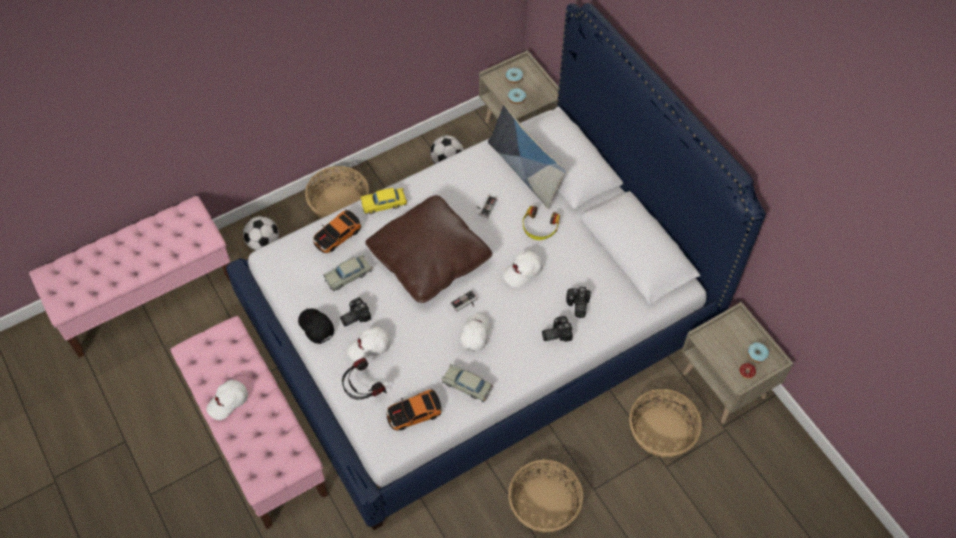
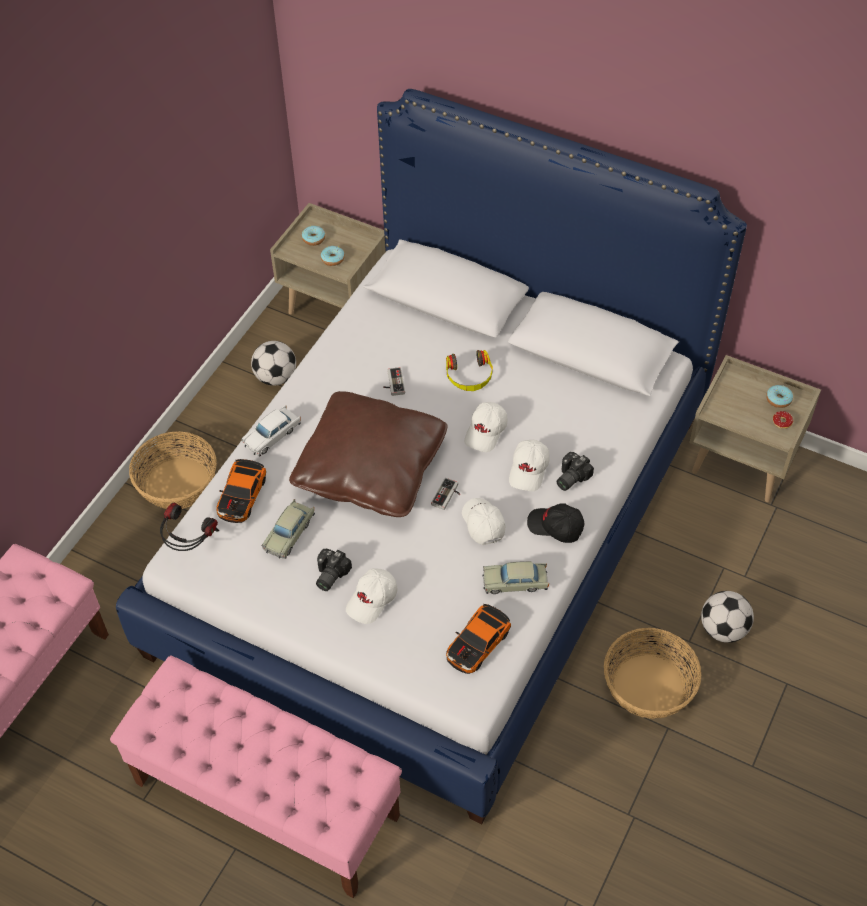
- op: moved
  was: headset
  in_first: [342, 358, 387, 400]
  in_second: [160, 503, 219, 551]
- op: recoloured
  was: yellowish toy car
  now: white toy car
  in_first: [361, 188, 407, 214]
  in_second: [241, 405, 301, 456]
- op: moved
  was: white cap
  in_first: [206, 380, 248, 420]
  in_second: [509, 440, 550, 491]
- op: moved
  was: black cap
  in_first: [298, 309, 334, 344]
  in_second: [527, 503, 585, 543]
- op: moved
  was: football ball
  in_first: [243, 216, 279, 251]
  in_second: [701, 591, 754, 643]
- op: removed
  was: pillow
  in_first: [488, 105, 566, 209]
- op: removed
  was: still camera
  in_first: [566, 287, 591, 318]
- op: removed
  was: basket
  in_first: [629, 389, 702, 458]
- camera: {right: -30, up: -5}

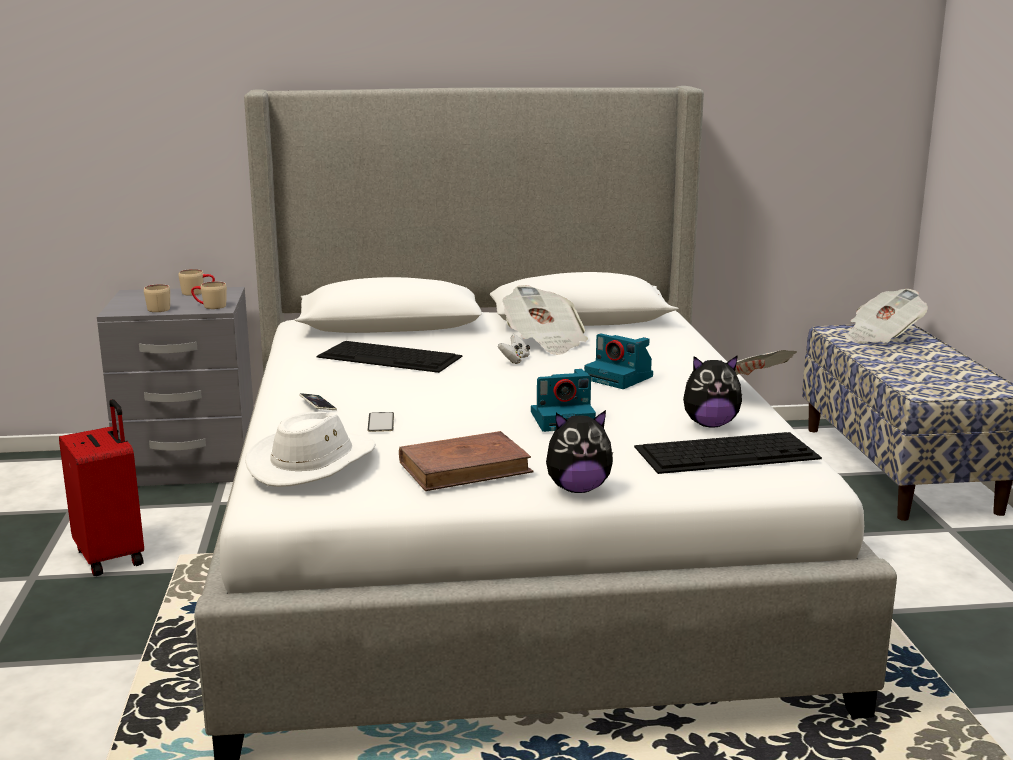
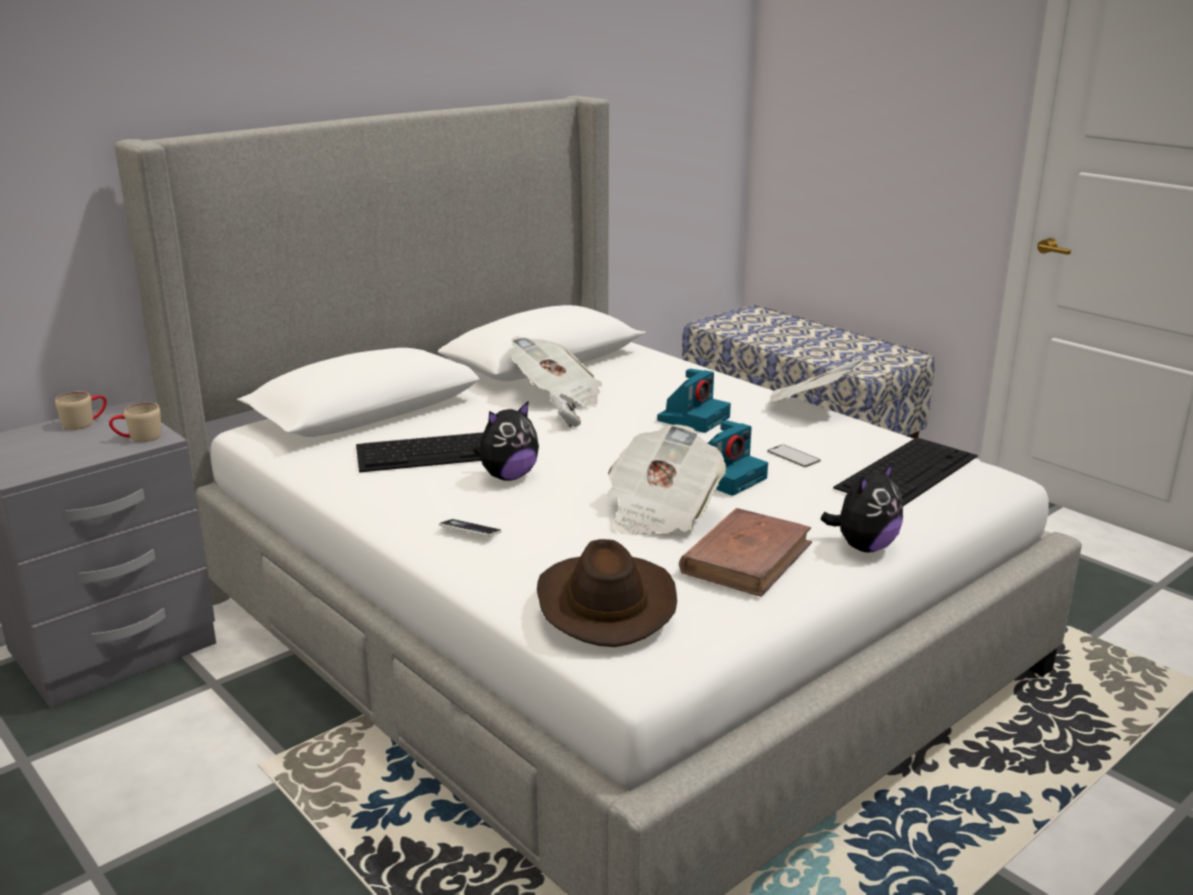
- op: moved
  was: cuddly toy
  in_first: [683, 355, 742, 427]
  in_second: [474, 401, 539, 481]
- op: recoloured
  was: white hat
  now: brown-coloured hat
  in_first: [245, 411, 376, 487]
  in_second: [537, 539, 677, 647]
- op: moved
  was: newspaper
  in_first: [845, 289, 928, 343]
  in_second: [607, 424, 726, 535]
- op: turned
  was: still camera
  in_first: [584, 333, 653, 389]
  in_second: [657, 369, 731, 433]
  clockwise: -60
- op: moved
  was: telephone
  in_first: [368, 412, 394, 432]
  in_second: [767, 445, 821, 467]
- op: removed
  was: red-coloured piece of luggage
  in_first: [59, 399, 144, 576]
- op: removed
  was: beige coffee mug
  in_first: [144, 284, 170, 312]
- camera: {right: -35, up: 5}

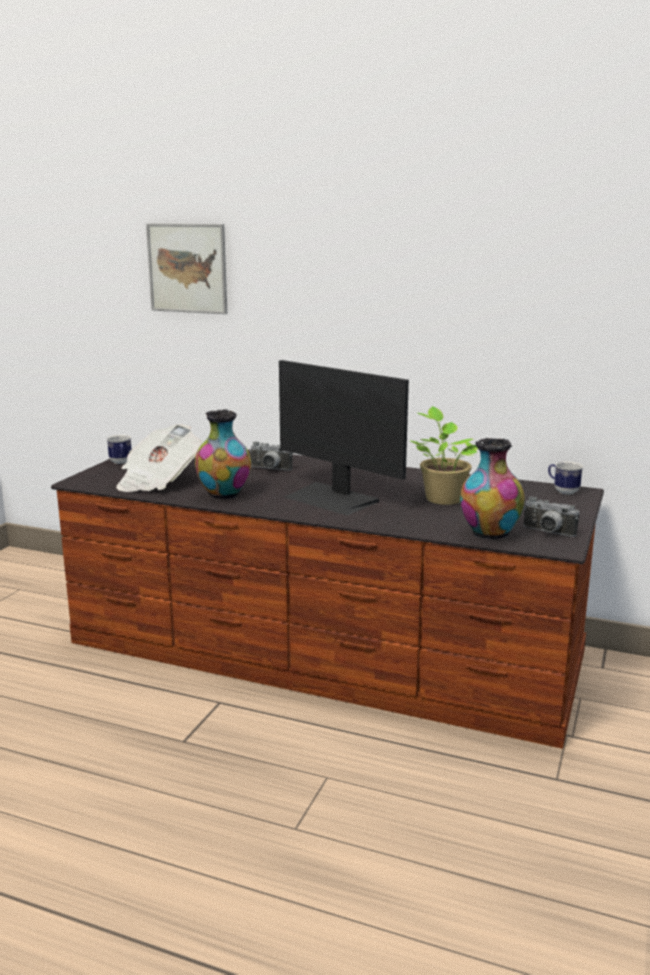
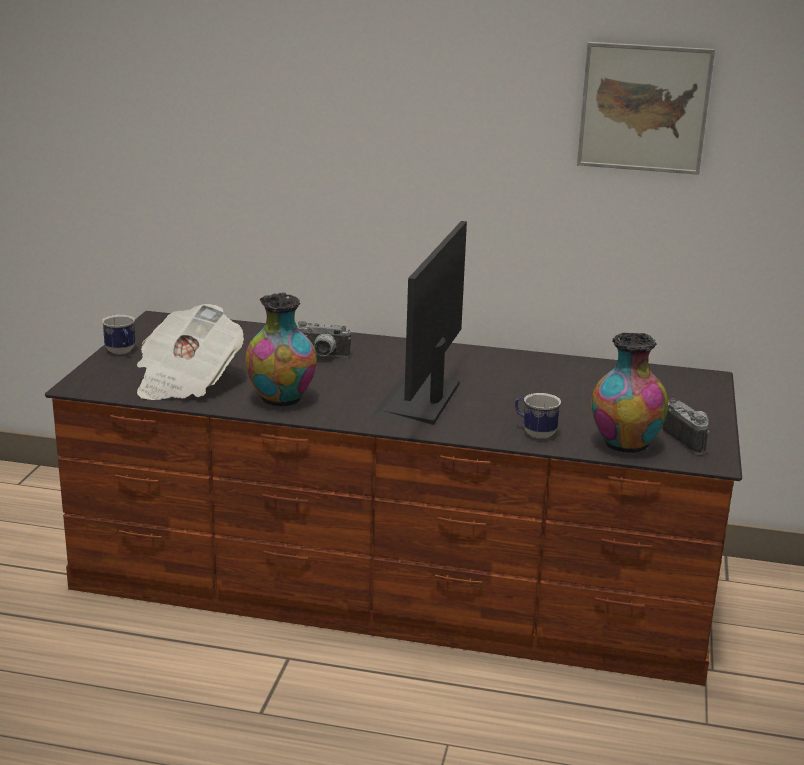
- op: turned
  was: computer screen
  in_first: [279, 360, 409, 515]
  in_second: [372, 221, 467, 425]
  clockwise: 75
- op: moved
  was: coffee mug
  in_first: [548, 461, 583, 494]
  in_second: [515, 393, 561, 439]
- op: moved
  was: wall picture
  in_first: [146, 223, 227, 314]
  in_second: [577, 42, 715, 175]
- op: turned
  was: still camera
  in_first: [523, 497, 579, 537]
  in_second: [662, 399, 710, 455]
  clockwise: -135
- op: removed
  was: plant in a pot
  in_first: [411, 406, 478, 505]
- camera: {right: -10, up: 5}

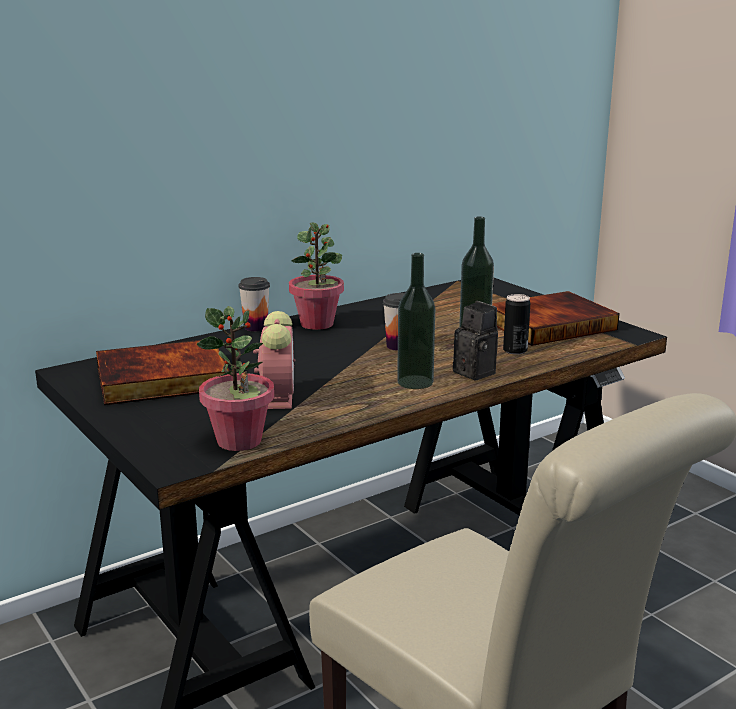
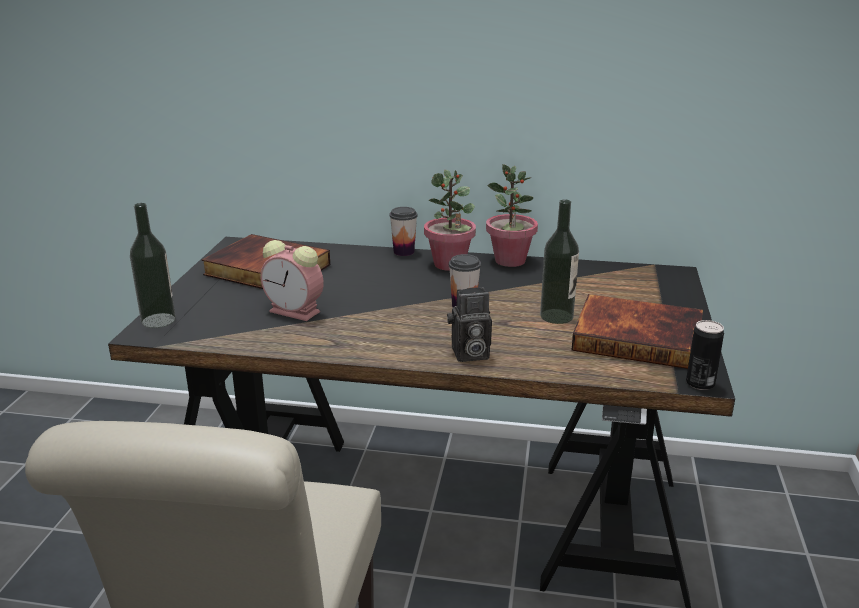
- op: moved
  was: bottle
  in_first: [397, 253, 435, 389]
  in_second: [130, 203, 176, 328]
- op: turned
  was: alarm clock
  in_first: [253, 311, 295, 409]
  in_second: [261, 240, 324, 321]
  clockwise: 75
- op: turned
  was: still camera
  in_first: [453, 301, 498, 381]
  in_second: [447, 287, 492, 362]
  clockwise: 75
- op: moved
  was: plant in a pot
  in_first: [197, 306, 274, 451]
  in_second: [486, 164, 538, 267]
- op: moved
  was: sealed can
  in_first: [503, 294, 530, 355]
  in_second: [686, 320, 724, 390]
- camera: {right: 45, up: 5}

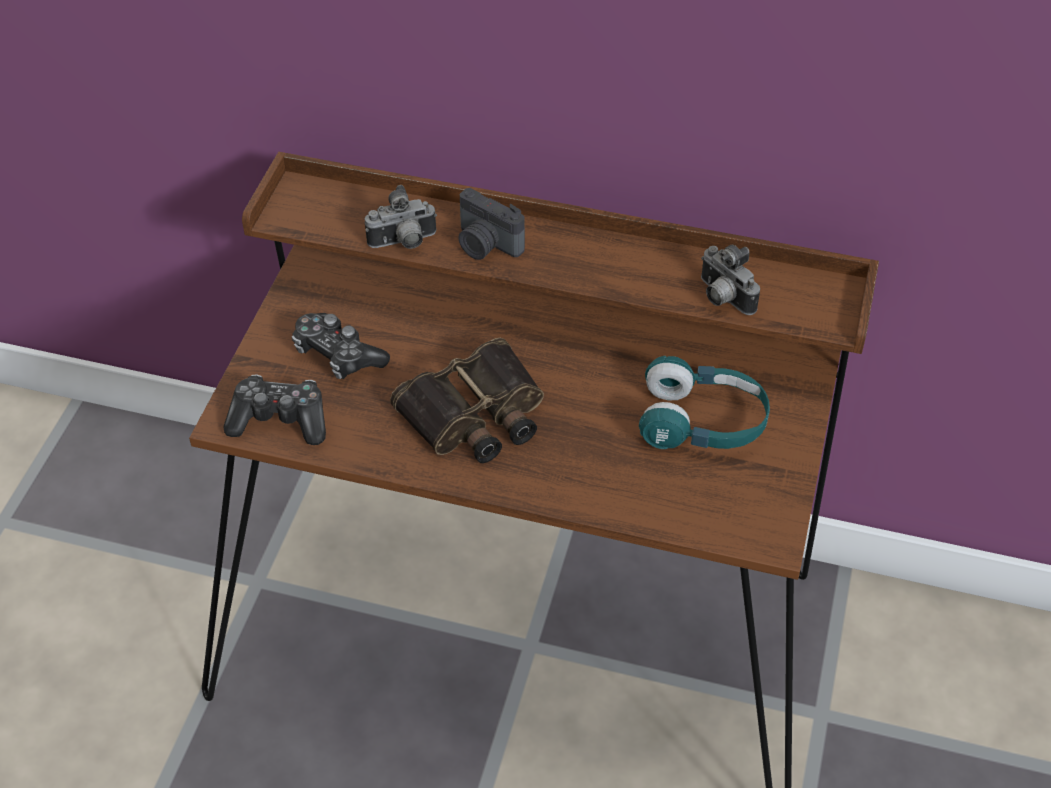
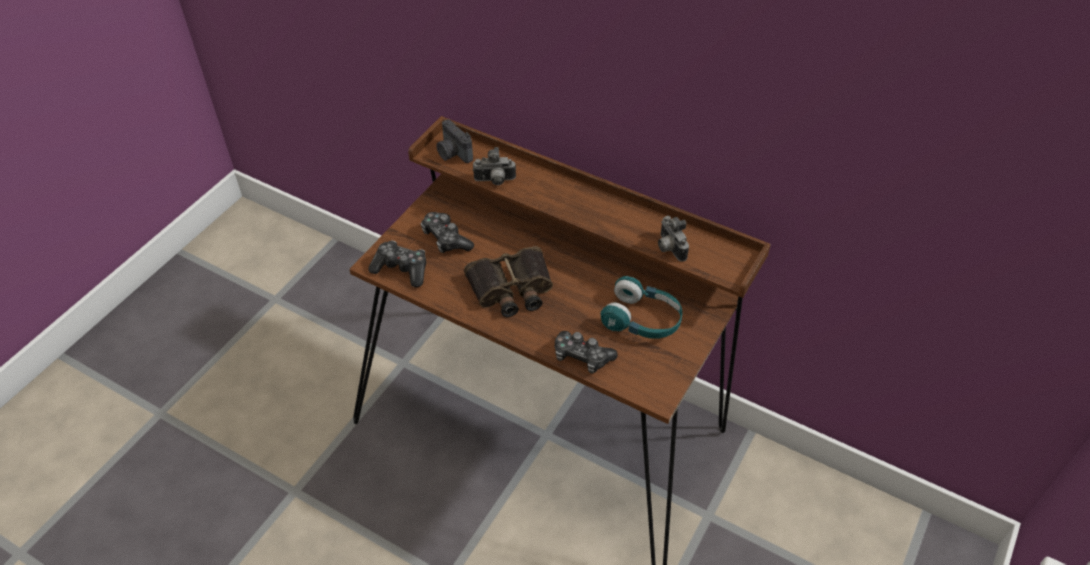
- op: moved
  was: still camera
  in_first: [458, 188, 525, 260]
  in_second: [436, 119, 473, 163]
- op: added
  now: game controller
  in_second: [555, 331, 618, 373]
- camera: {right: 15, up: 0}

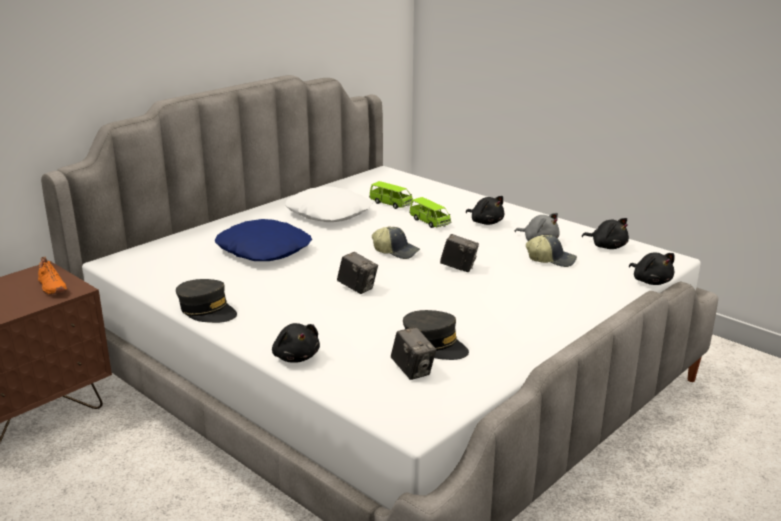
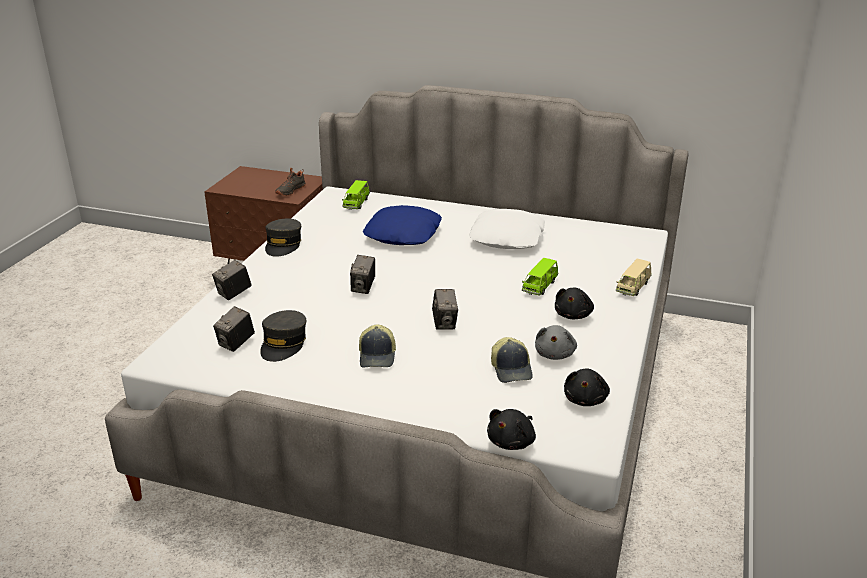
- op: replaced
  was: black cuddly toy
  now: still camera
  in_first: [272, 323, 320, 363]
  in_second: [212, 260, 252, 300]
- op: recoloured
  was: orangey low shoe
  now: black low shoe
  in_first: [38, 256, 67, 295]
  in_second: [275, 168, 306, 196]
- op: moved
  was: green toy car
  in_first: [369, 181, 414, 209]
  in_second: [342, 180, 370, 210]
- op: moved
  was: cap
  in_first: [372, 226, 420, 259]
  in_second: [359, 324, 396, 368]
- op: added
  now: beige toy car
  in_second: [616, 259, 652, 296]
- camera: {right: 65, up: 5}

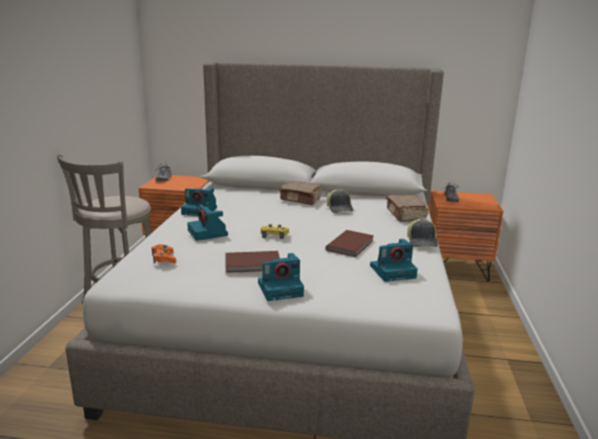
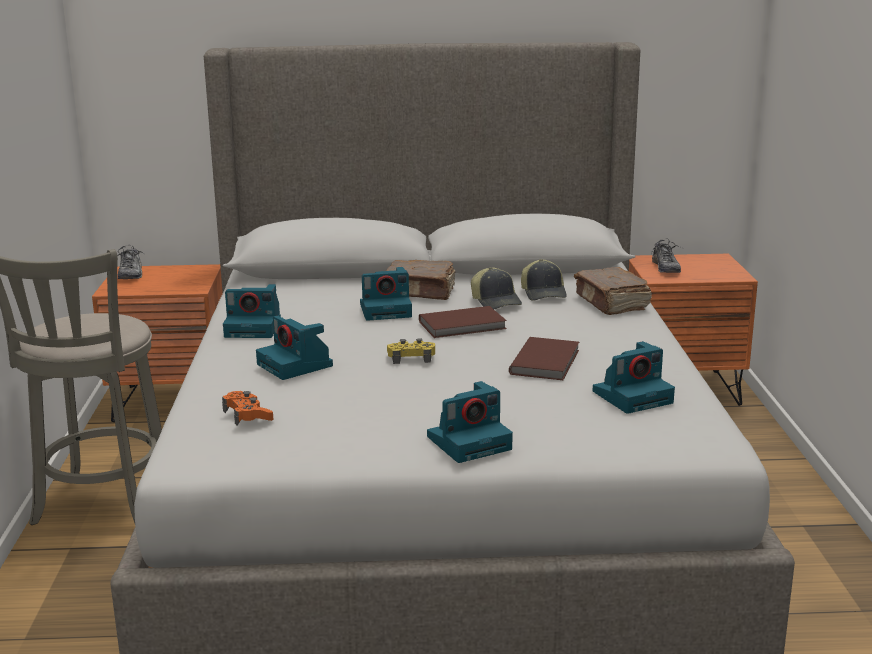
- op: added
  now: still camera
  in_second: [360, 267, 412, 321]
- op: moved
  was: brown-coloured bound book
  in_first: [225, 251, 280, 273]
  in_second: [419, 306, 507, 338]
- op: moved
  was: cap
  in_first: [407, 218, 438, 247]
  in_second: [521, 259, 567, 301]
- camera: {right: -10, up: 0}

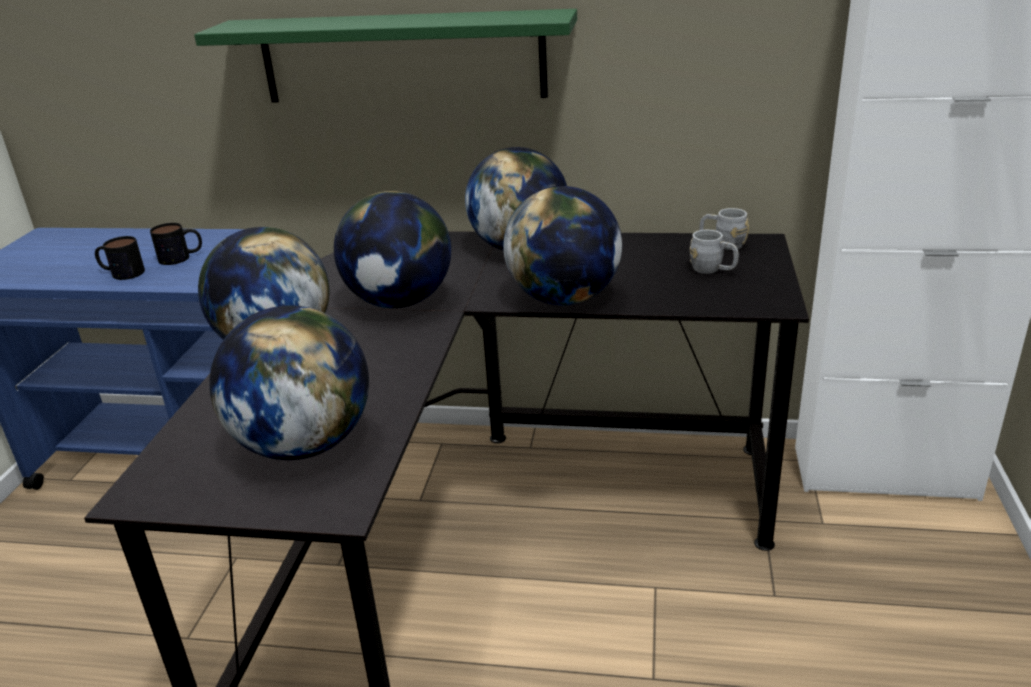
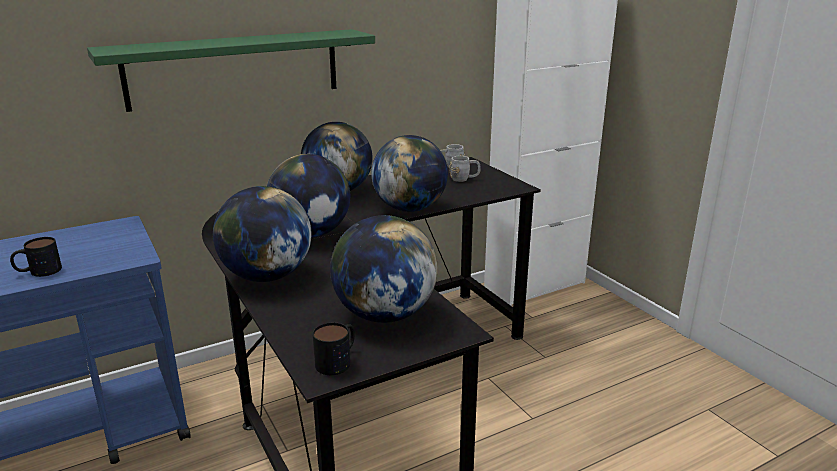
- op: moved
  was: coffee mug
  in_first: [150, 223, 202, 265]
  in_second: [313, 322, 355, 375]
- camera: {right: -40, up: -5}

